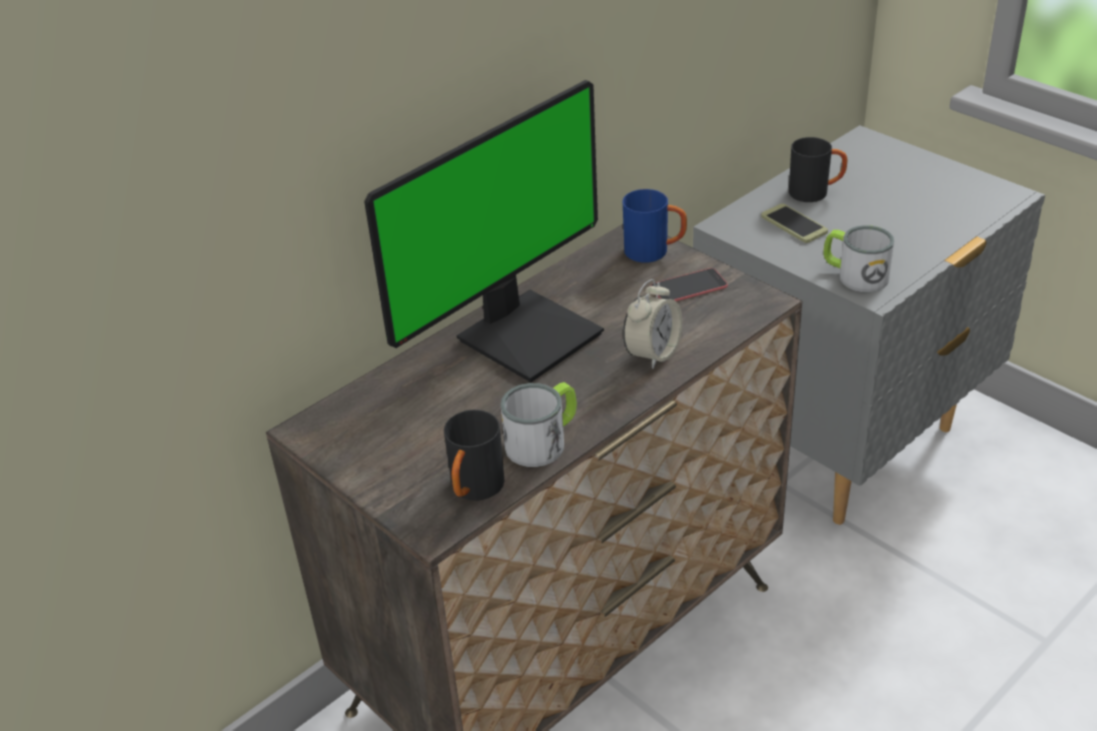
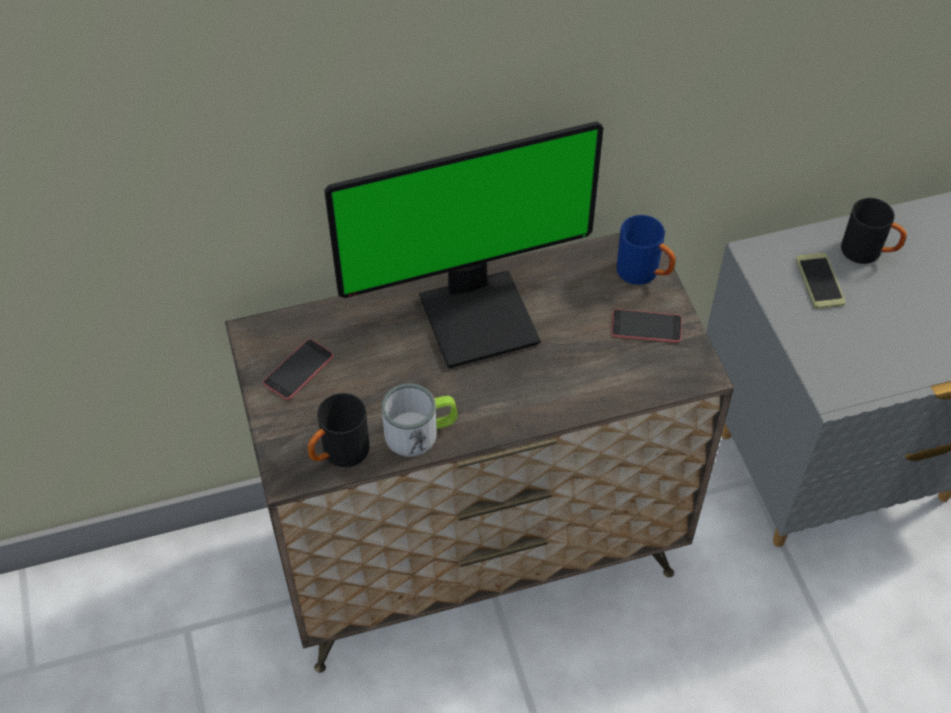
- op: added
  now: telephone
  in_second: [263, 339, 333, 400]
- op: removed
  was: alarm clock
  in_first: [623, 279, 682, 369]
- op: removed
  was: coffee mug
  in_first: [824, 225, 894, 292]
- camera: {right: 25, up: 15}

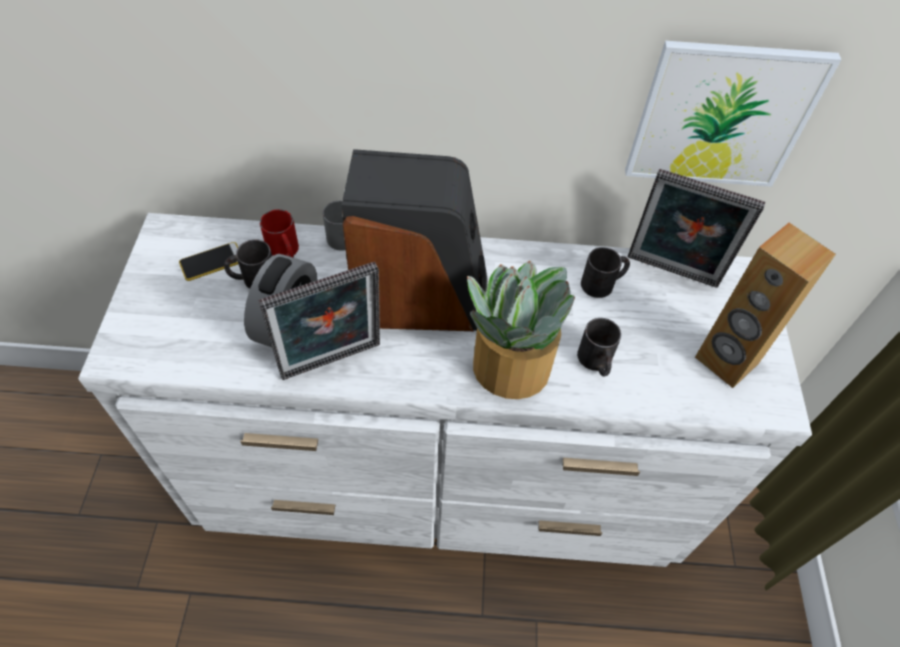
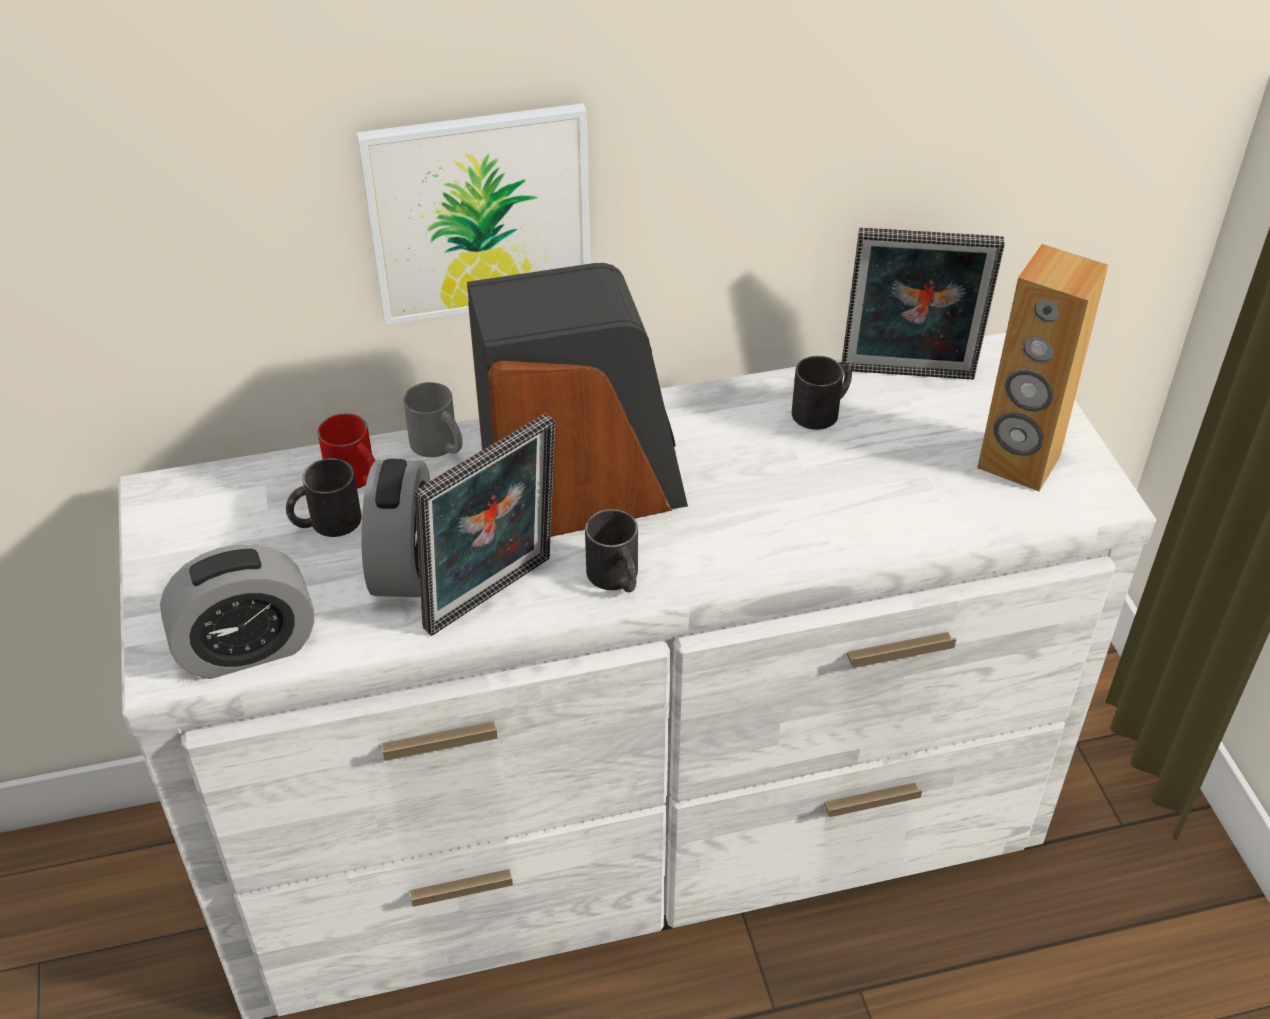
- op: added
  now: alarm clock
  in_second: [160, 544, 314, 679]
- op: moved
  was: wall picture
  in_first: [625, 41, 841, 187]
  in_second: [357, 103, 591, 325]
- op: moved
  was: black coffee mug
  in_first: [577, 318, 621, 377]
  in_second: [585, 509, 638, 592]
- op: removed
  was: telephone
  in_first: [179, 242, 238, 281]
- op: removed
  was: plant in a pot
  in_first: [467, 261, 575, 399]
- camera: {right: -15, up: -10}

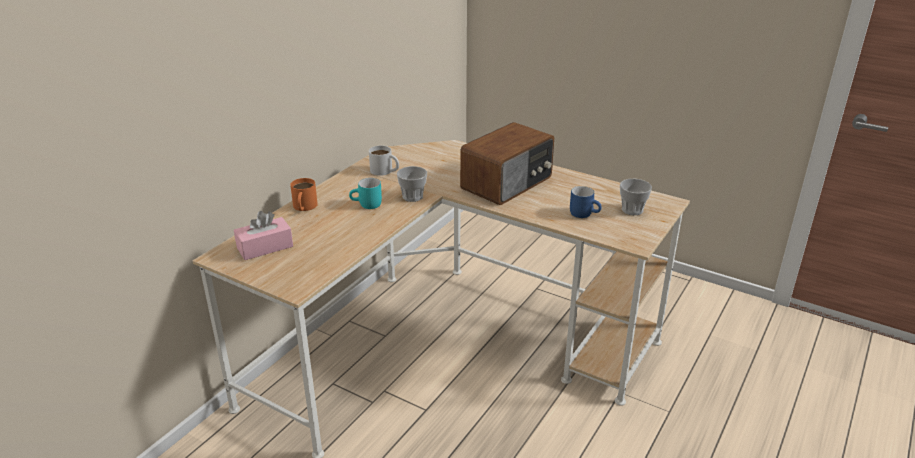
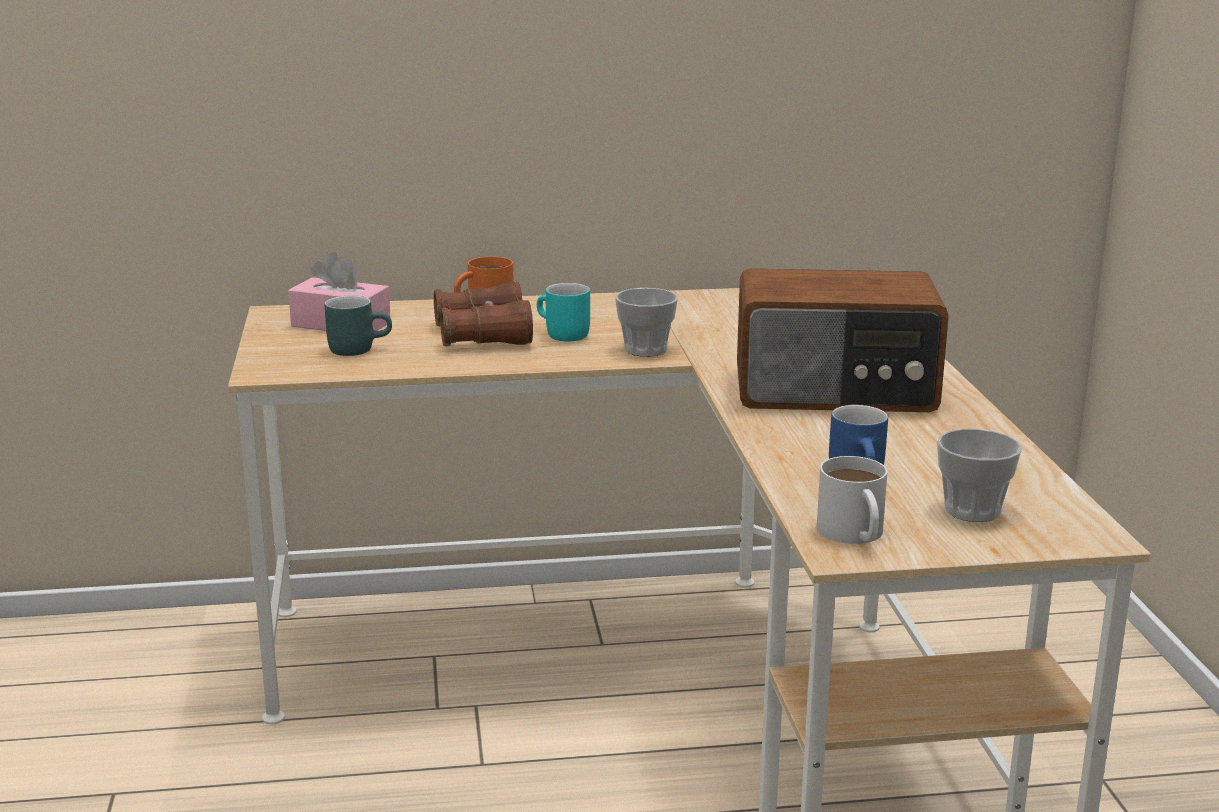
- op: added
  now: turquoise-coloured coffee mug
  in_second: [324, 296, 392, 356]
- op: added
  now: brown-coloured field glasses
  in_second: [434, 282, 533, 346]
- op: moved
  was: white coffee mug
  in_first: [369, 146, 399, 176]
  in_second: [817, 456, 888, 544]
- camera: {right: 50, up: -10}

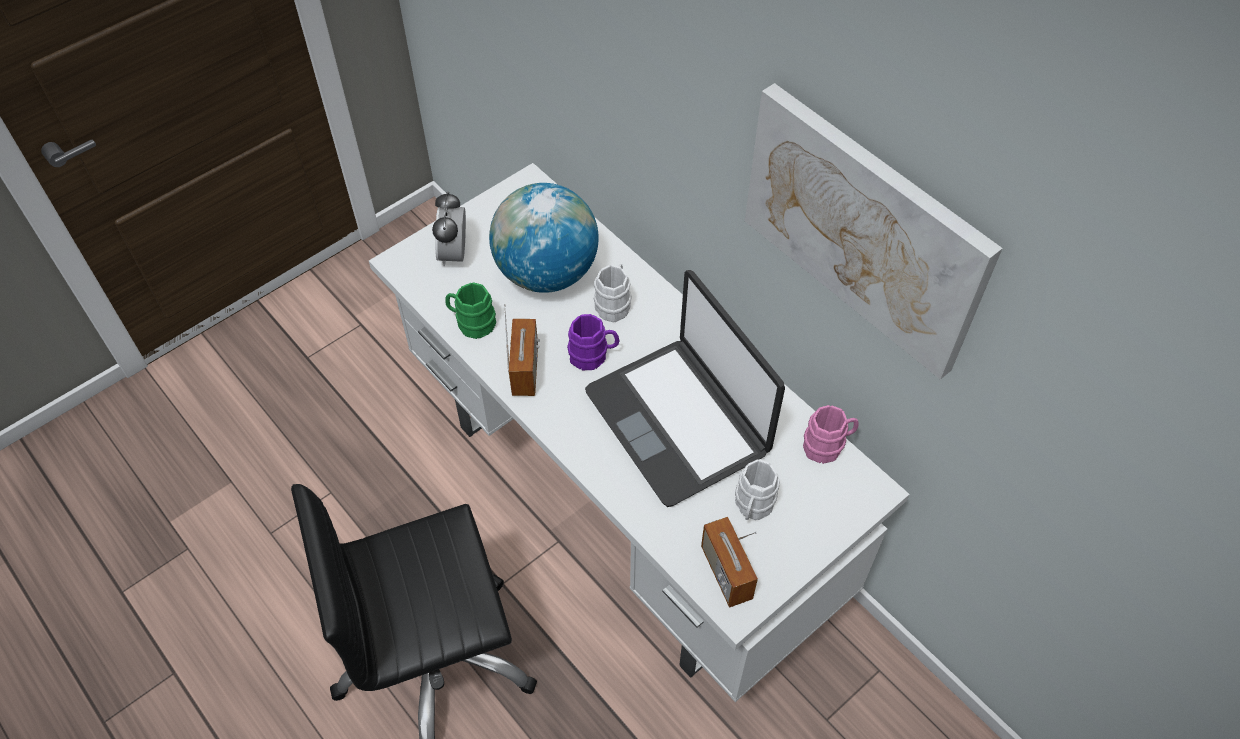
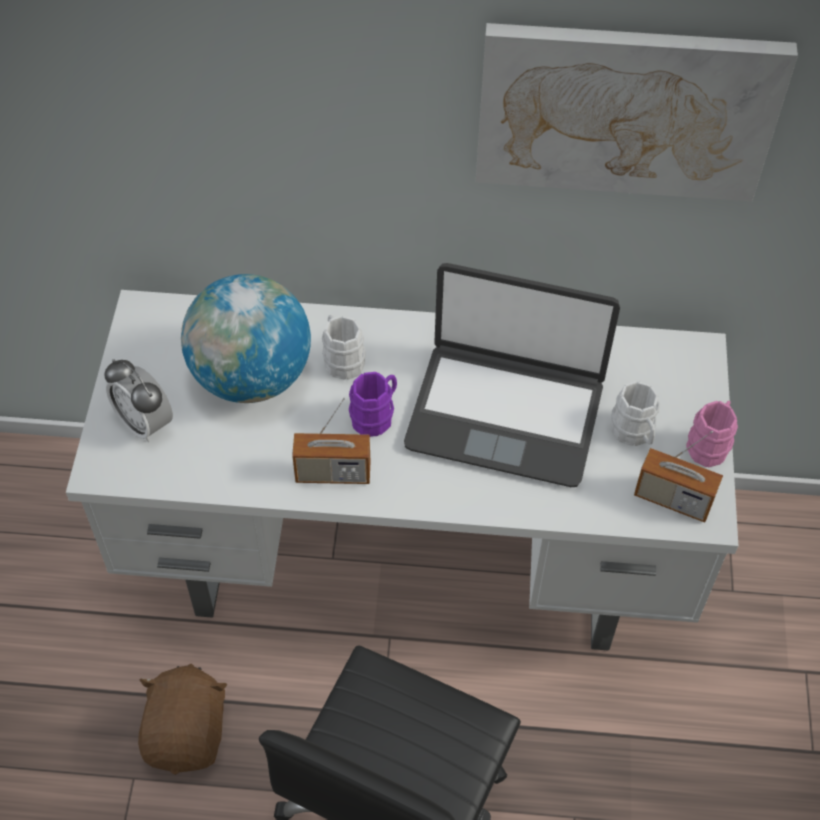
- op: added
  now: brown-coloured cuddly toy
  in_second: [138, 664, 228, 775]
- op: turned
  was: radio receiver
  in_first: [504, 304, 540, 396]
  in_second: [292, 398, 370, 484]
  clockwise: 135
- op: moved
  was: pink-coloured coffee mug
  in_first: [803, 405, 859, 464]
  in_second: [686, 401, 738, 468]
- op: removed
  was: green coffee mug
  in_first: [445, 282, 496, 339]
- camera: {right: -45, up: 0}

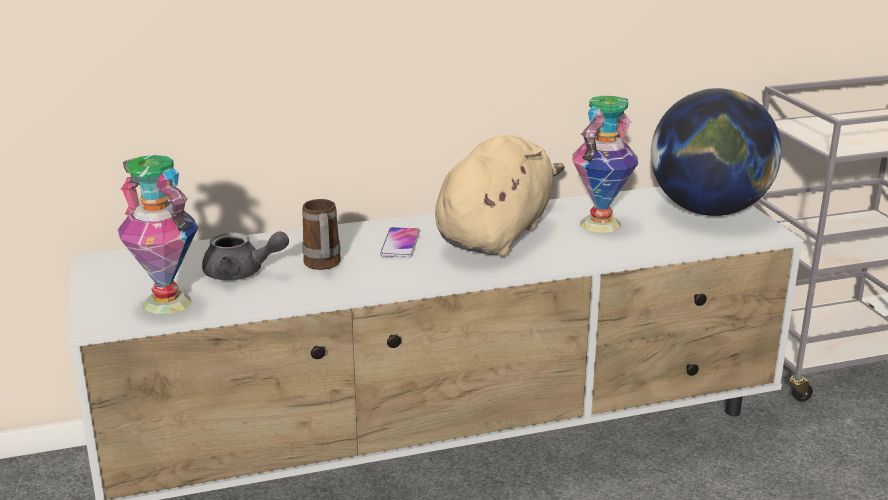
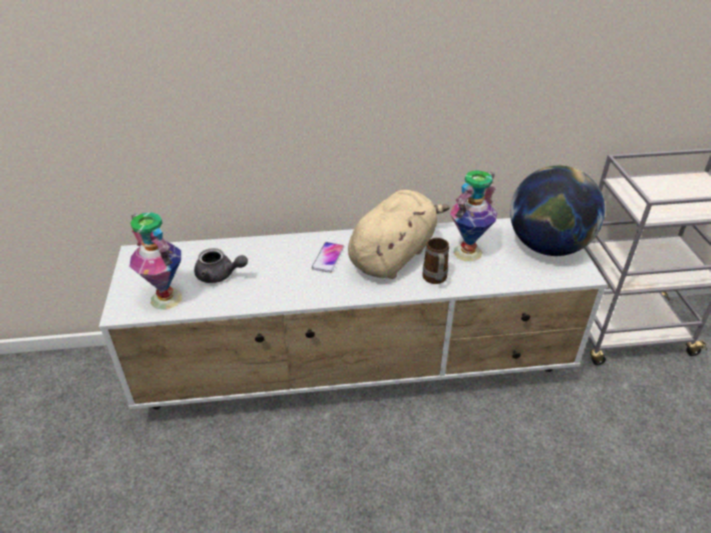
- op: moved
  was: coffee mug
  in_first: [302, 199, 341, 270]
  in_second: [422, 238, 449, 284]
- camera: {right: 10, up: 15}

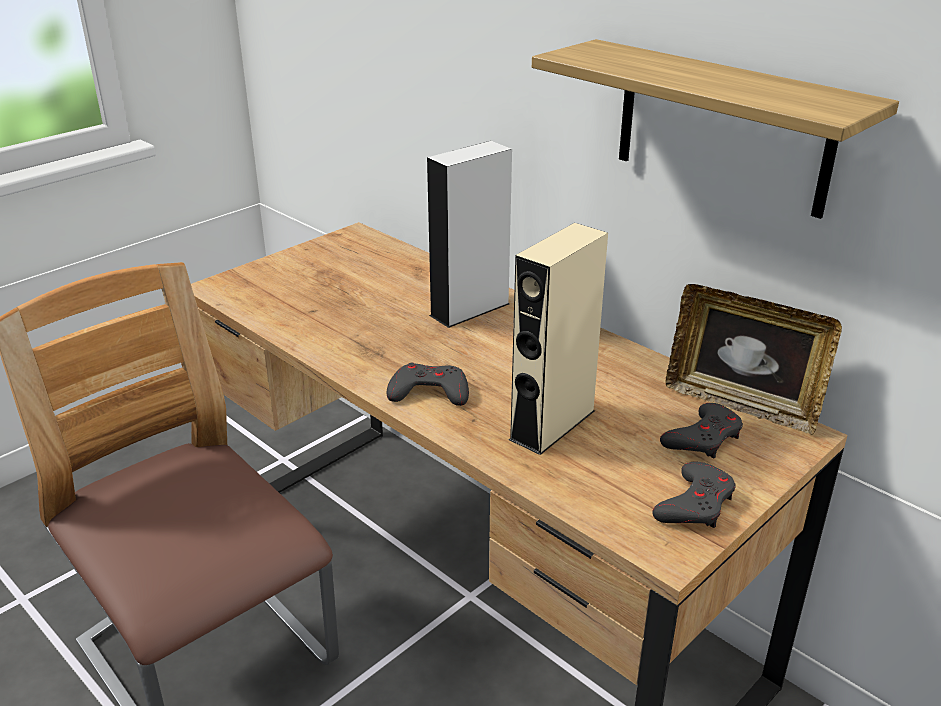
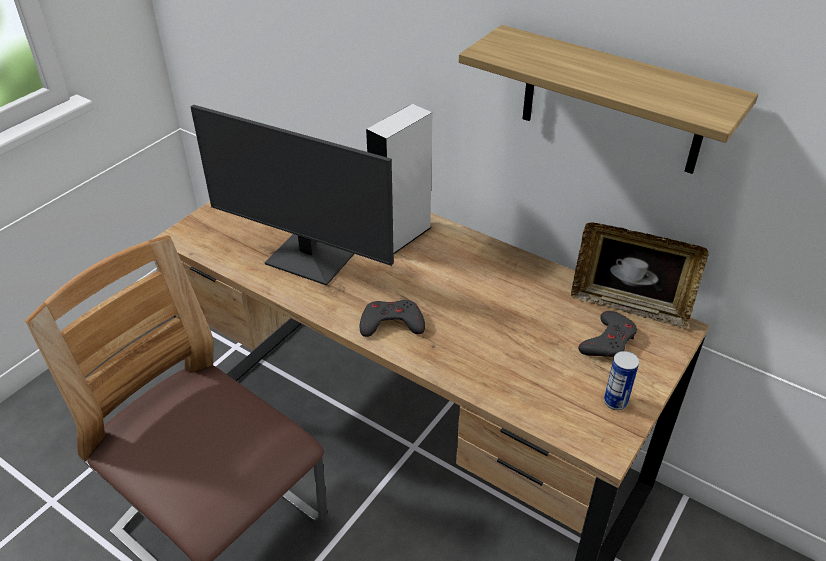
- op: added
  now: computer screen
  in_second: [190, 105, 394, 286]
- op: replaced
  was: grey game controller
  now: sealed can
  in_first: [652, 461, 736, 528]
  in_second: [604, 351, 639, 410]
- op: removed
  was: beige loudspeaker
  in_first: [509, 223, 608, 455]
- camera: {right: -10, up: 10}

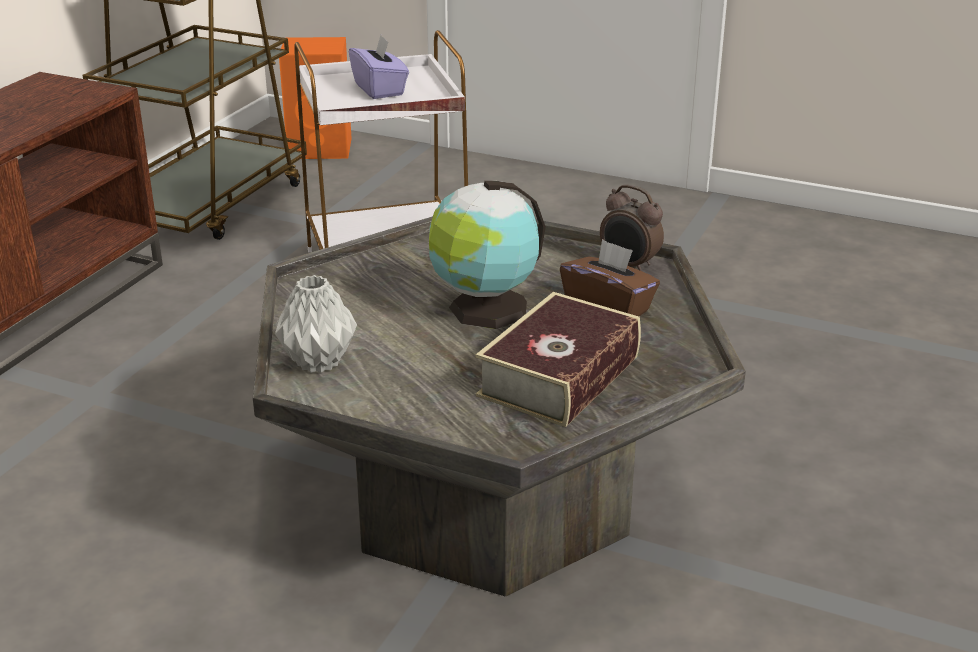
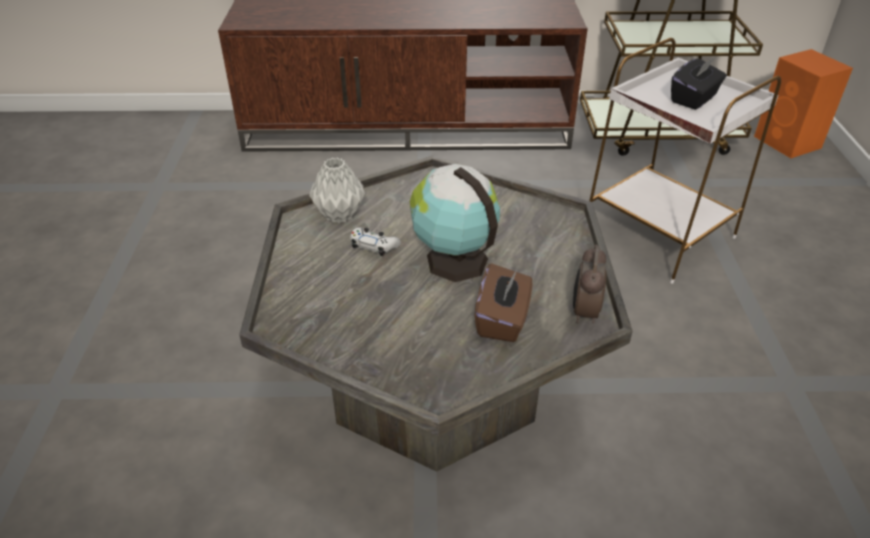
- op: added
  now: white game controller
  in_second: [350, 227, 401, 256]
- op: recoloured
  was: purple box of tissues
  now: black box of tissues
  in_first: [349, 35, 409, 99]
  in_second: [671, 57, 727, 110]
- op: removed
  was: bound book
  in_first: [476, 292, 641, 427]
- camera: {right: 65, up: 10}

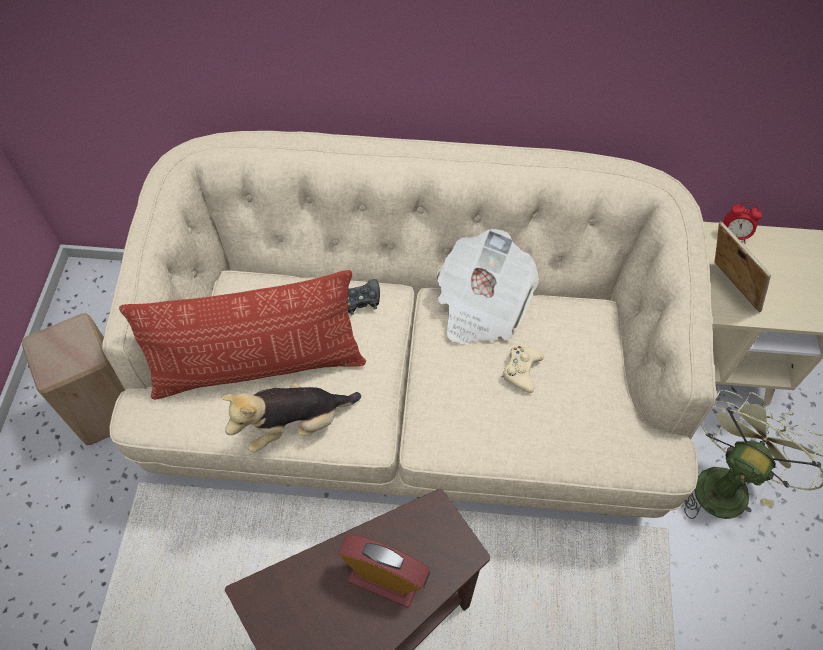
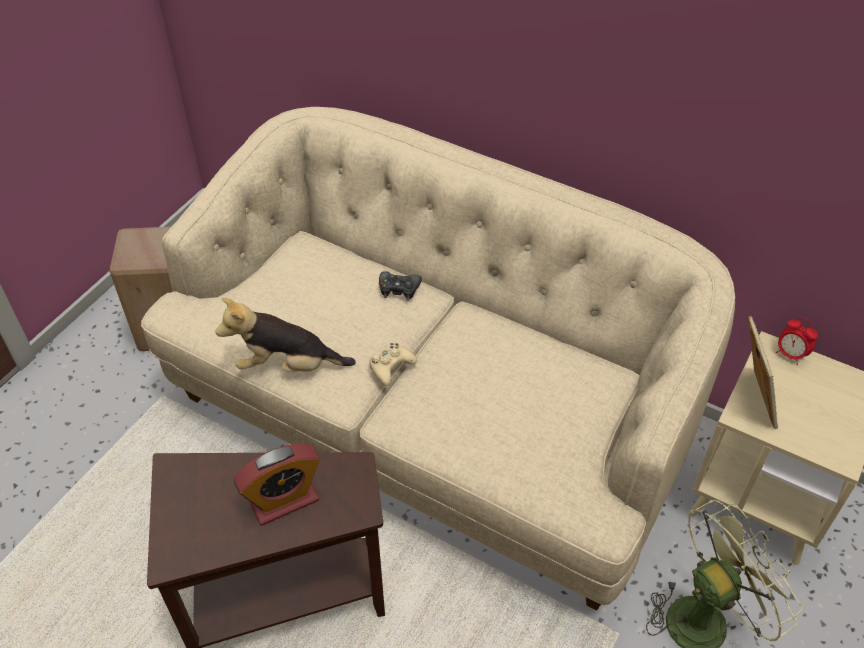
- op: turned
  was: alarm clock
  in_first: [338, 534, 430, 608]
  in_second: [234, 443, 320, 526]
  clockwise: 105
- op: moved
  was: beige game controller
  in_first: [502, 346, 544, 393]
  in_second: [369, 343, 417, 386]
- op: removed
  was: pillow
  in_first: [119, 270, 366, 400]
- op: removed
  was: newspaper
  in_first: [437, 229, 539, 343]
- camera: {right: 25, up: -10}

